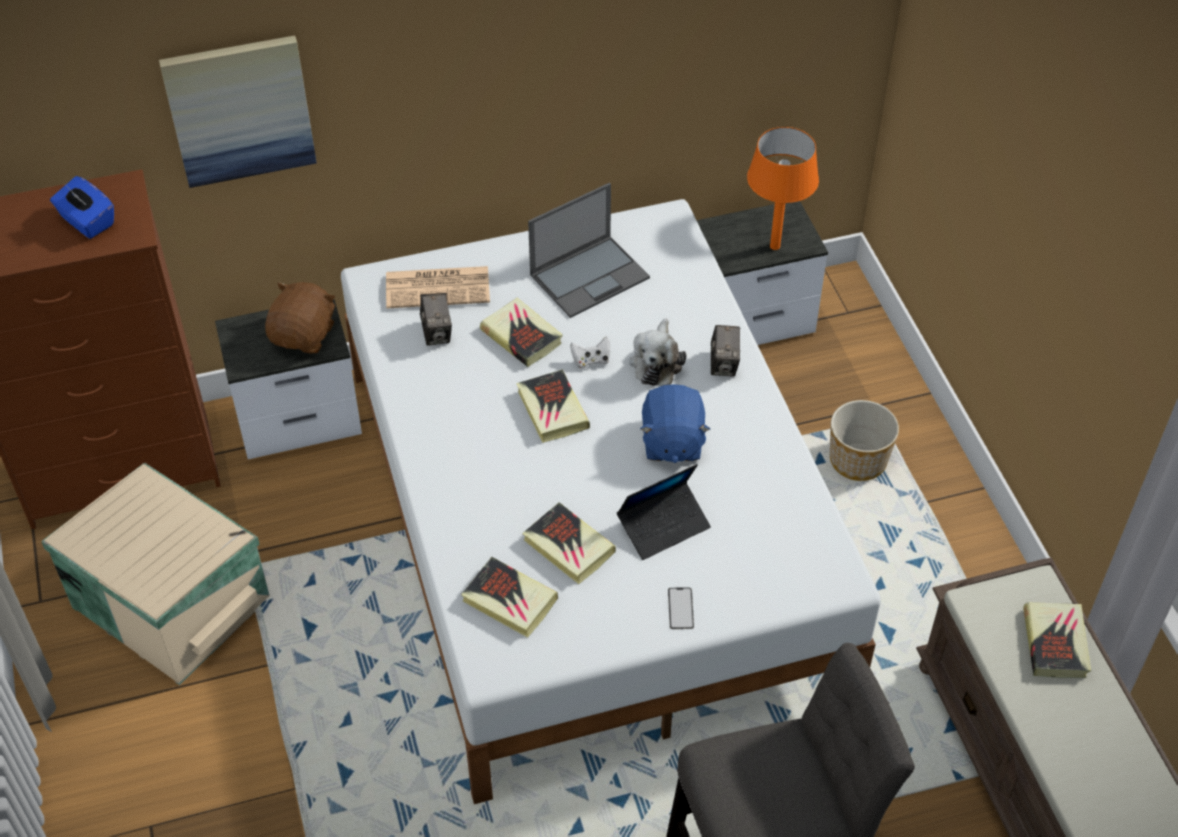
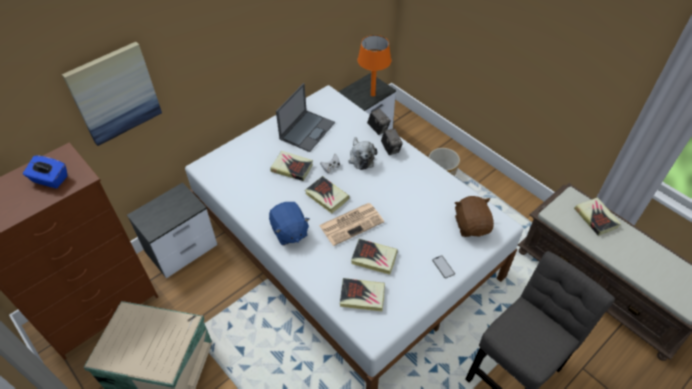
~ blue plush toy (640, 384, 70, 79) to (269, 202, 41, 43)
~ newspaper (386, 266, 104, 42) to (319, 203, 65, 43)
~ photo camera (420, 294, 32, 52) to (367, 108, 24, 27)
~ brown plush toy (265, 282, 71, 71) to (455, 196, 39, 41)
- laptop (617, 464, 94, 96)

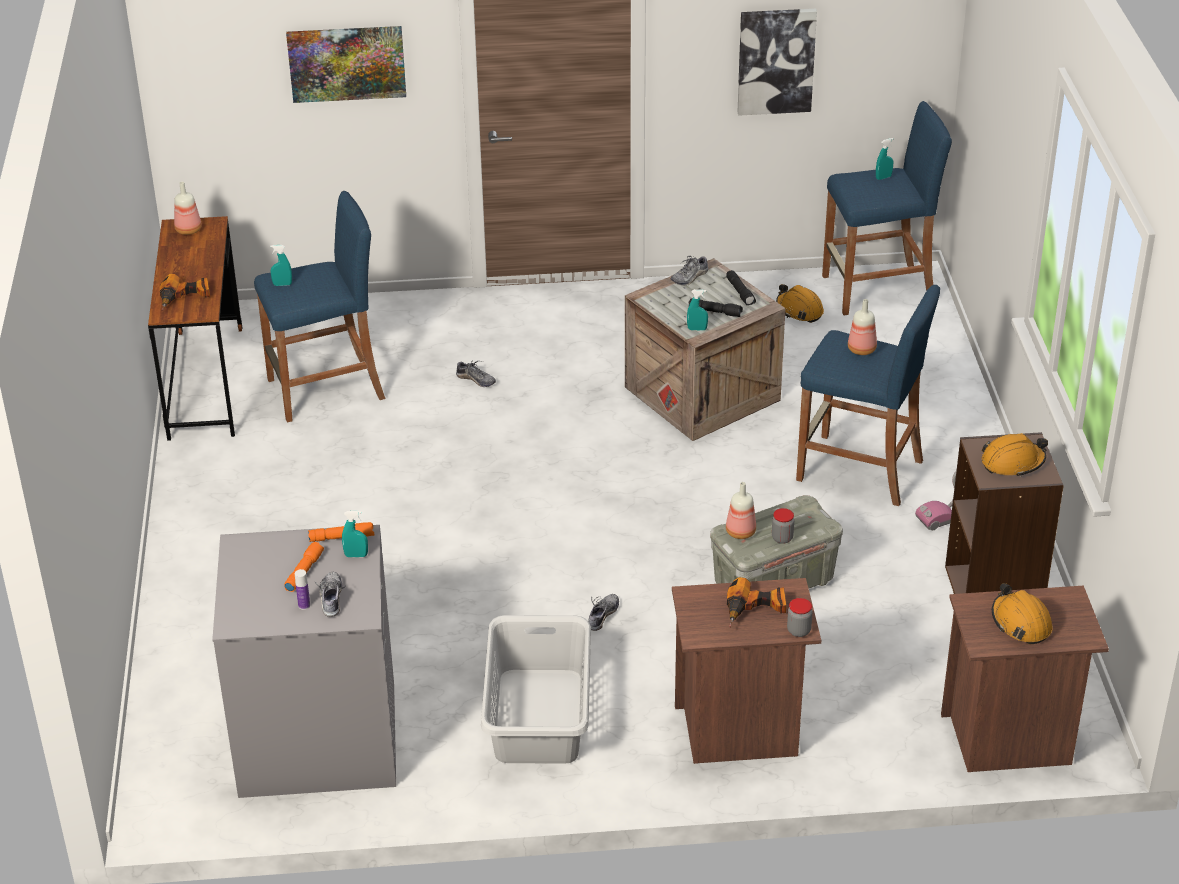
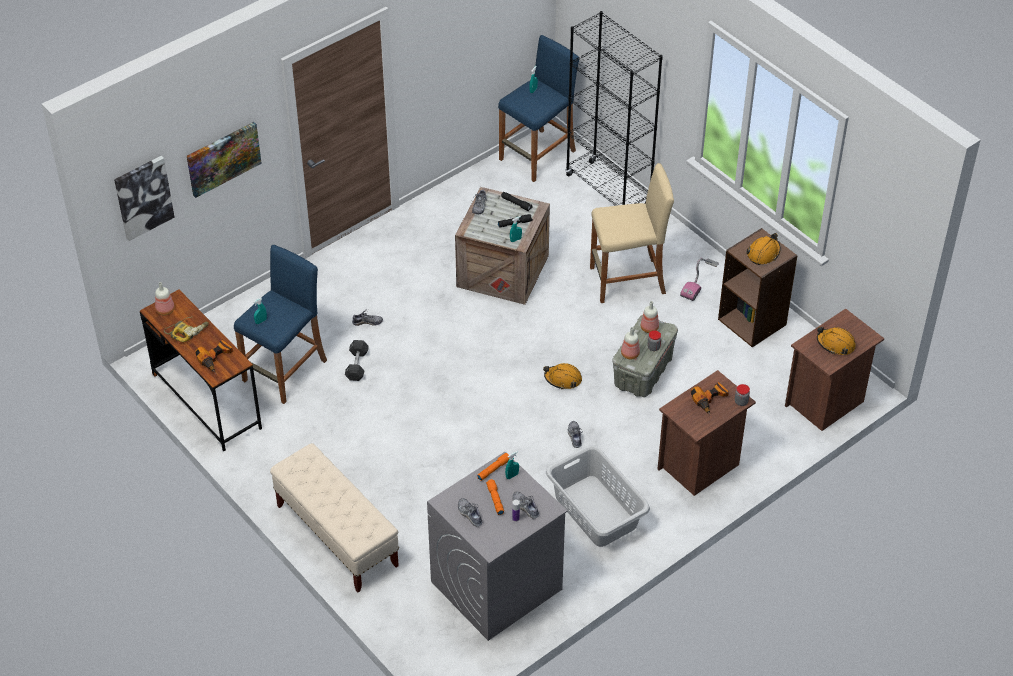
~ picture (738, 9, 79, 107) to (114, 156, 61, 85)
+ power drill (164, 317, 45, 25)
+ beige bench (270, 443, 129, 150)
+ black dumbbell (345, 340, 24, 41)
+ shoe (458, 498, 24, 28)
~ orange hard hat (776, 284, 48, 39) to (543, 363, 39, 27)
+ black bookcase (565, 11, 98, 195)
~ blue stool (796, 285, 144, 221) to beige stool (590, 163, 84, 140)
~ bottle (848, 299, 29, 56) to (641, 301, 18, 32)

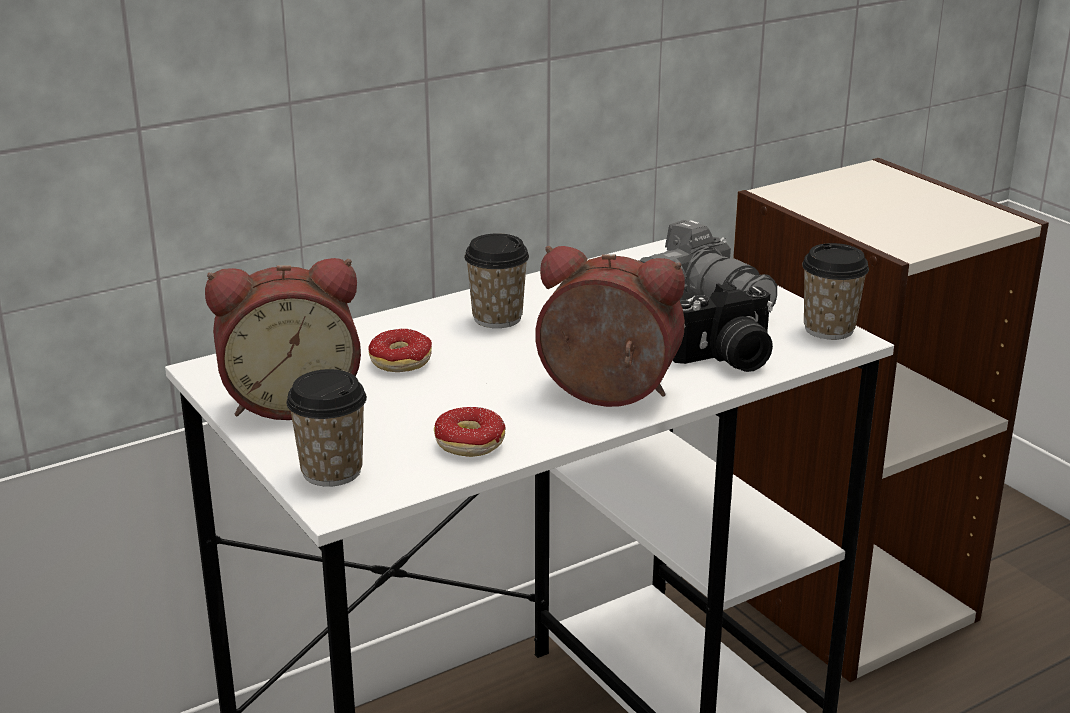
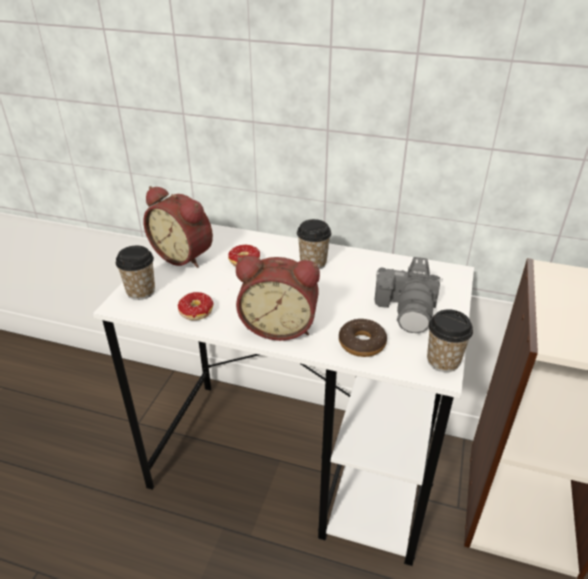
~ alarm clock (535, 246, 150, 161) = (236, 256, 84, 85) 120 degrees clockwise
~ photo camera (673, 282, 100, 90) to donut (339, 319, 48, 38)

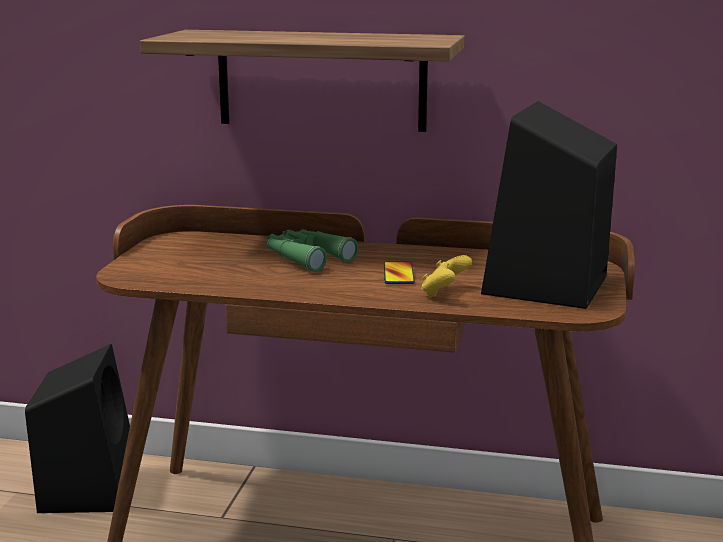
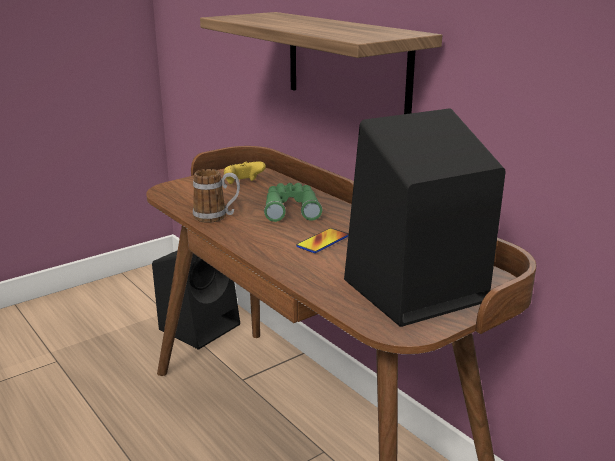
+ mug (193, 169, 47, 54)
~ yellow game controller (421, 255, 51, 43) to (224, 162, 42, 22)

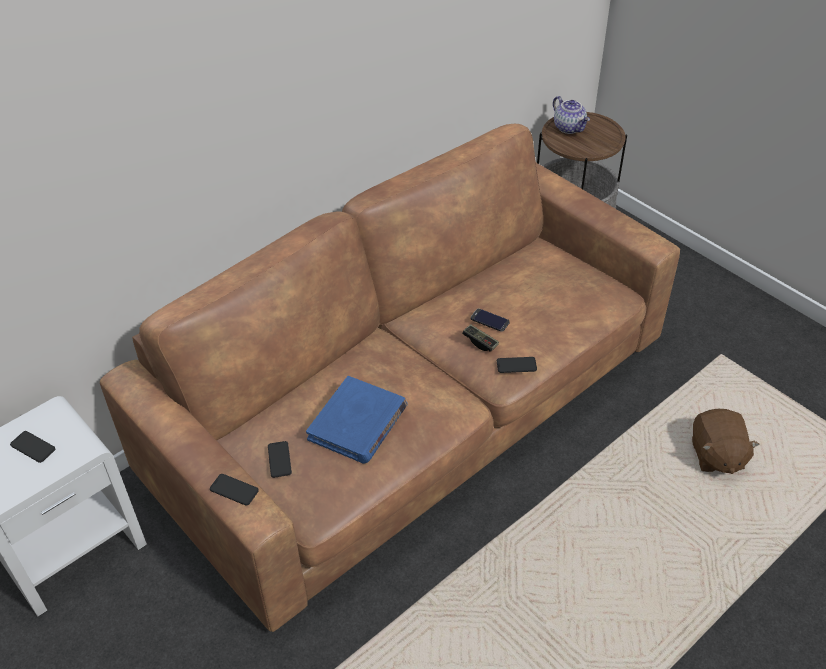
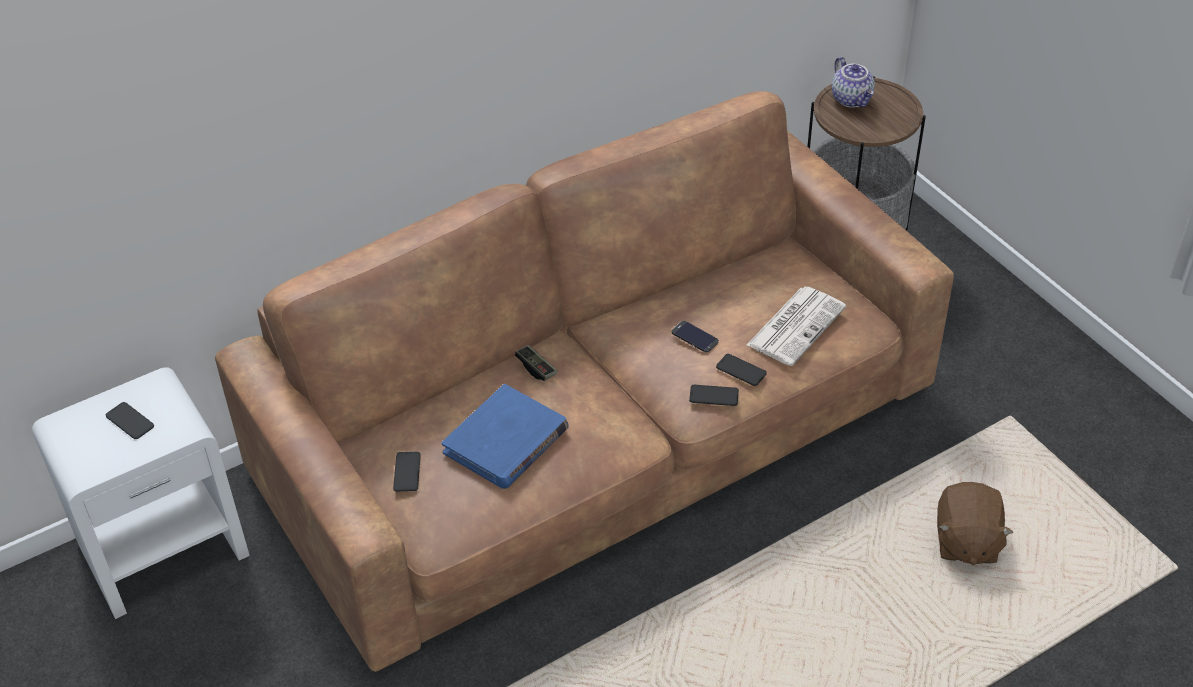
~ game controller (462, 324, 37, 27) to (515, 345, 42, 36)
~ phone (210, 474, 49, 32) to (716, 354, 51, 32)
+ newspaper (747, 287, 99, 79)

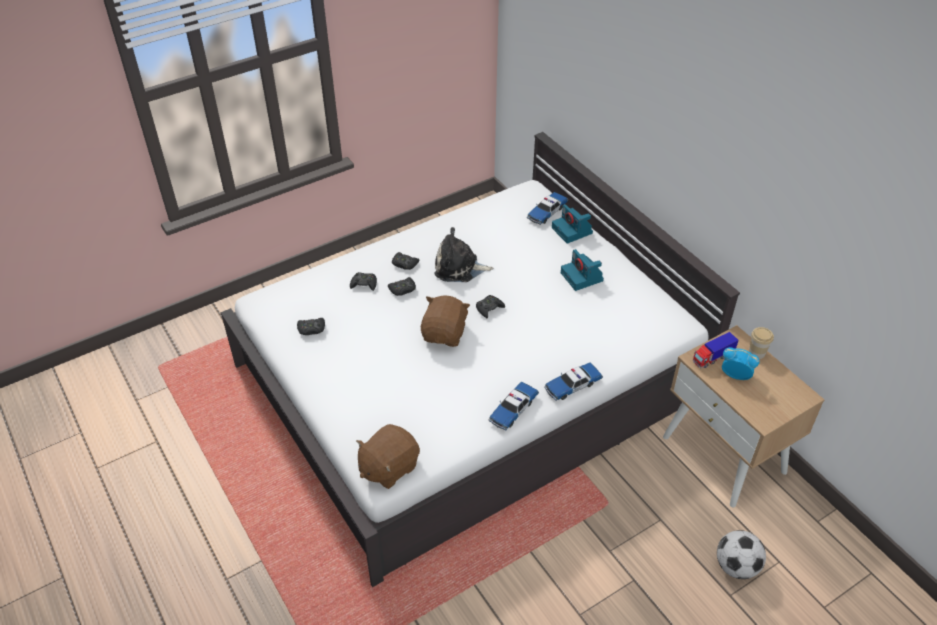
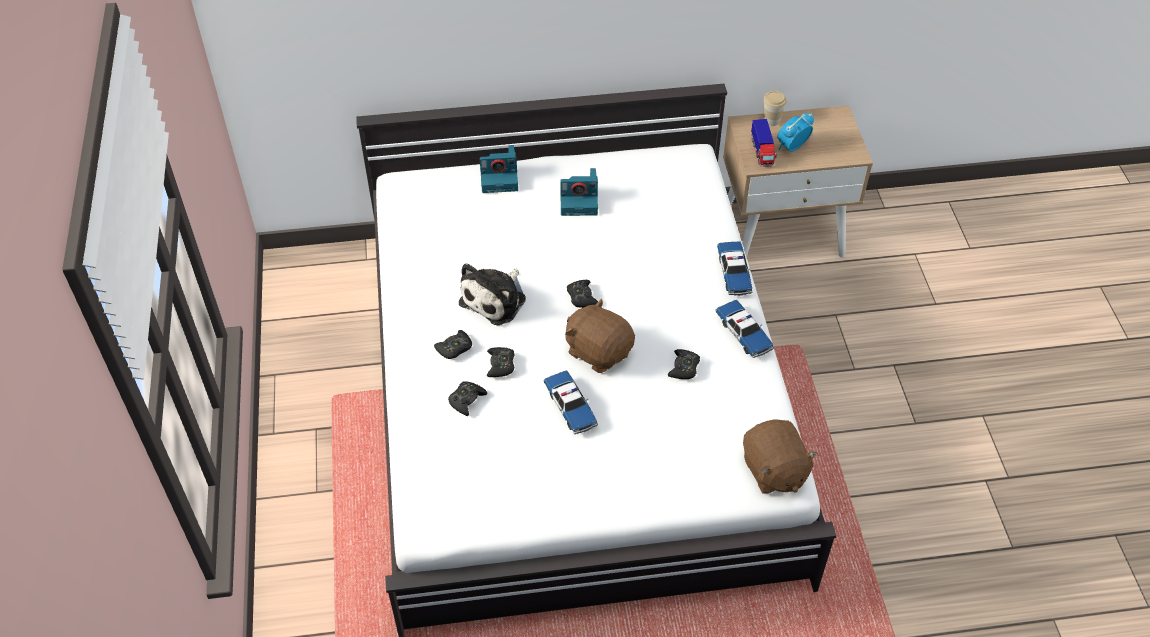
~ toy car (527, 192, 41, 33) to (544, 370, 54, 64)
~ black game controller (297, 318, 28, 17) to (668, 349, 32, 30)
- football (717, 530, 49, 49)

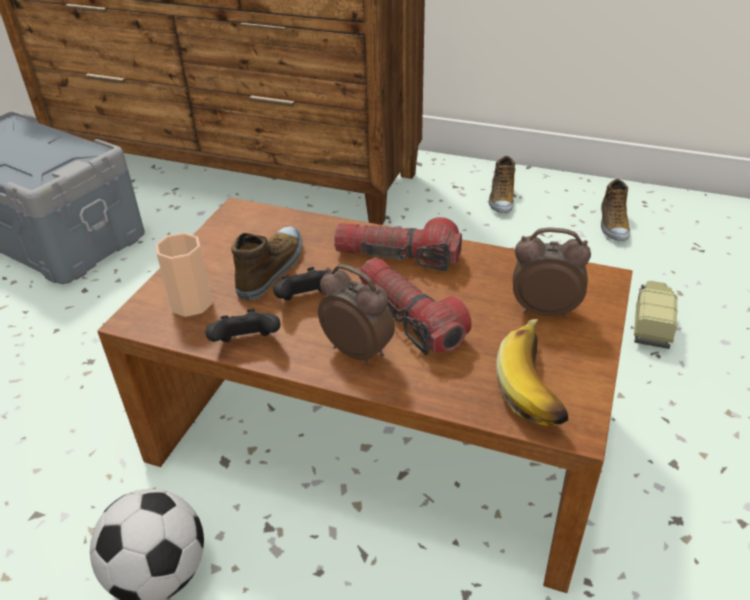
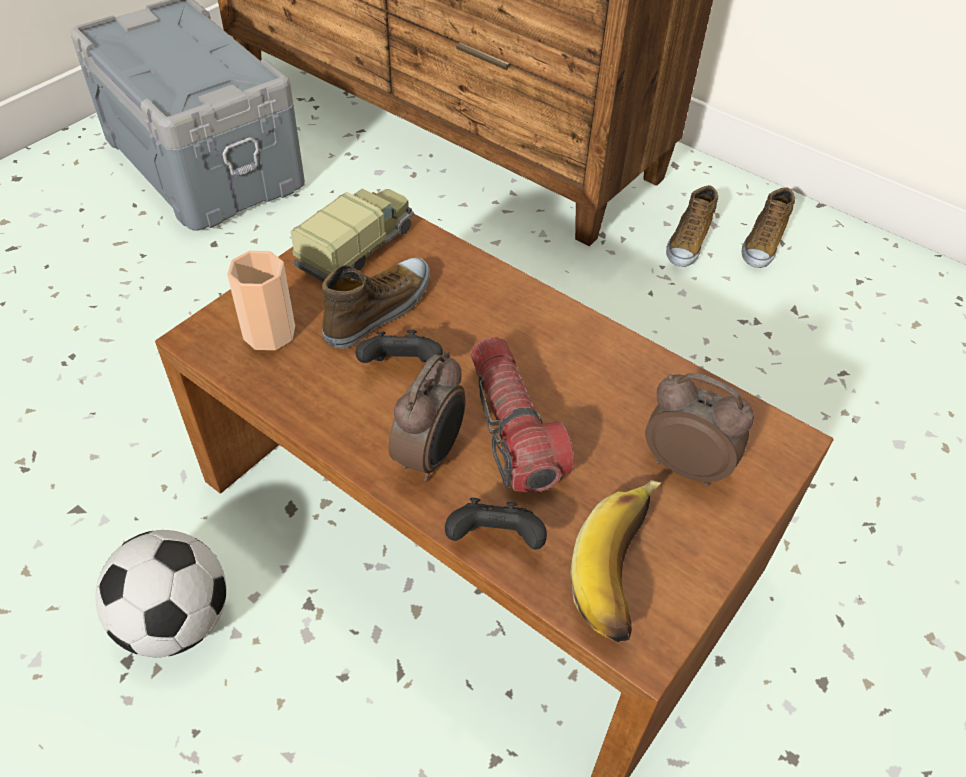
~ toy truck (634, 281, 44, 68) to (290, 188, 124, 94)
~ alarm clock (318, 264, 77, 102) = (389, 351, 77, 131) 60 degrees clockwise
~ black game controller (206, 309, 75, 33) to (445, 498, 102, 51)
~ shoe (601, 179, 29, 62) to (666, 185, 52, 82)
- flashlight (334, 217, 128, 54)

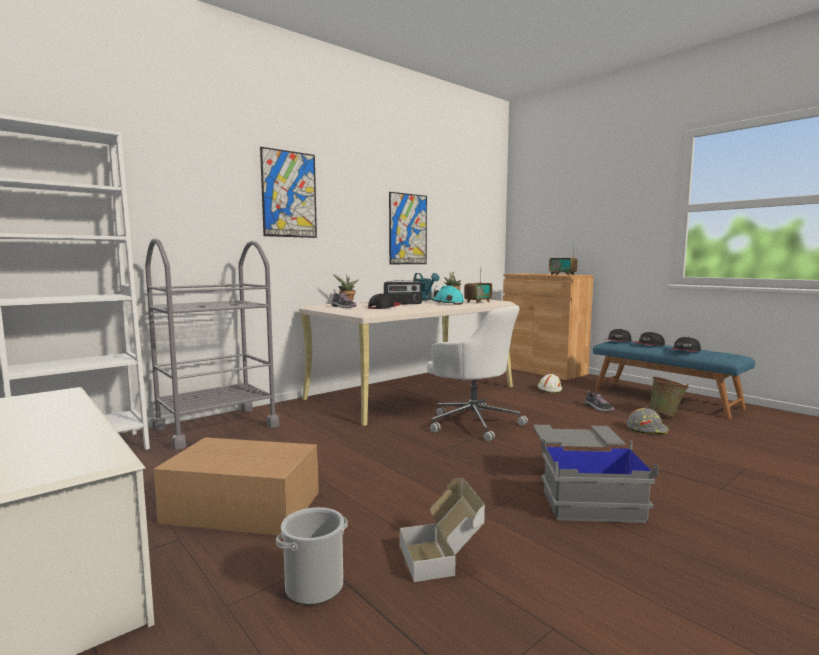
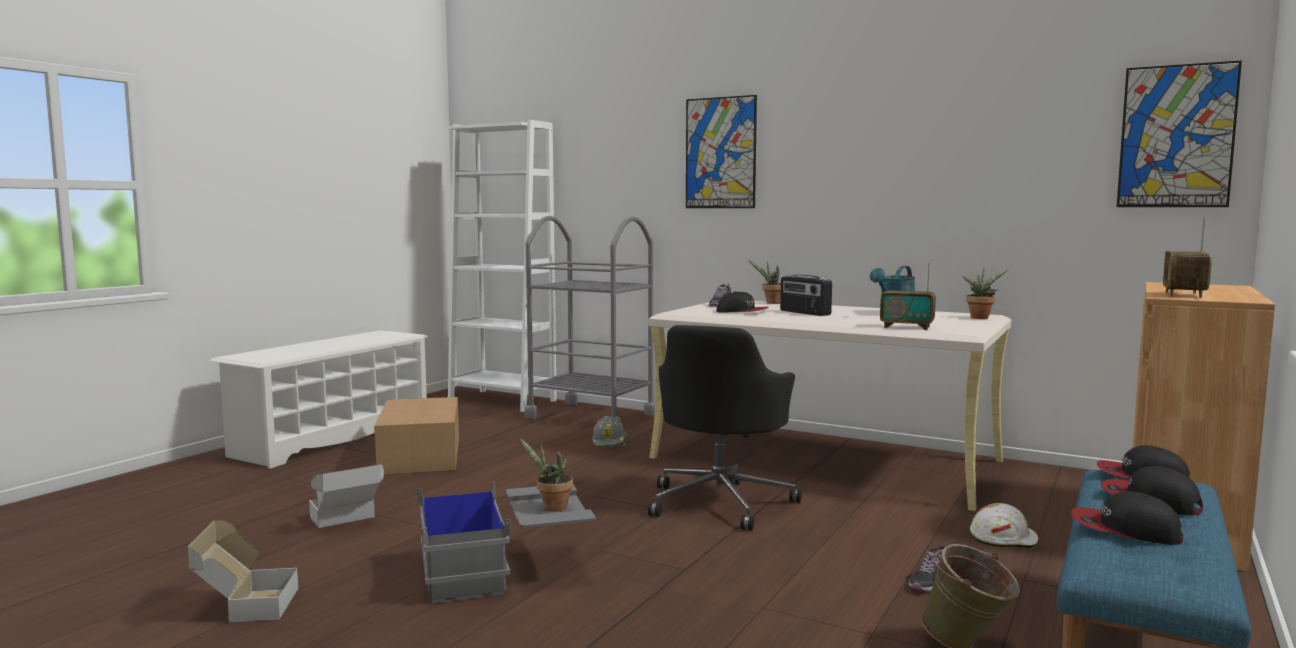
+ cardboard box (188, 520, 111, 103)
+ potted plant (520, 438, 53, 74)
~ grey hard hat (627, 408, 42, 27) to (592, 416, 35, 32)
~ white office chair (427, 305, 101, 137) to black office chair (648, 325, 154, 206)
~ picture (389, 192, 38, 72) to (1117, 60, 125, 147)
- bucket (276, 507, 72, 98)
- turquoise hard hat (432, 286, 32, 19)

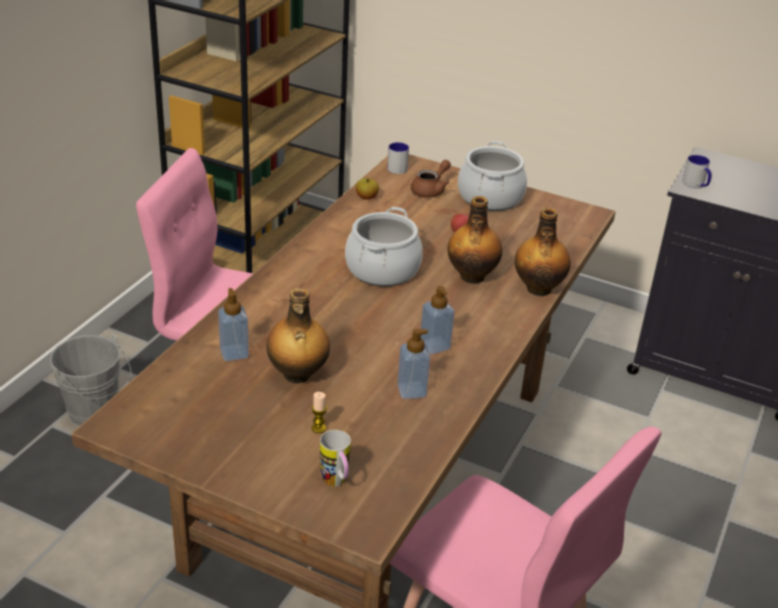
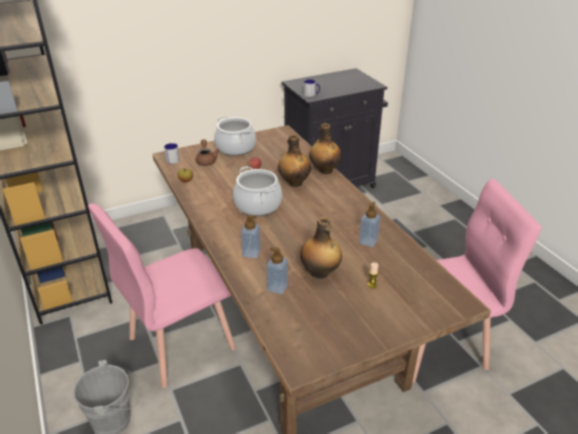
~ soap dispenser (420, 286, 35, 68) to (241, 215, 20, 43)
- mug (320, 430, 31, 57)

